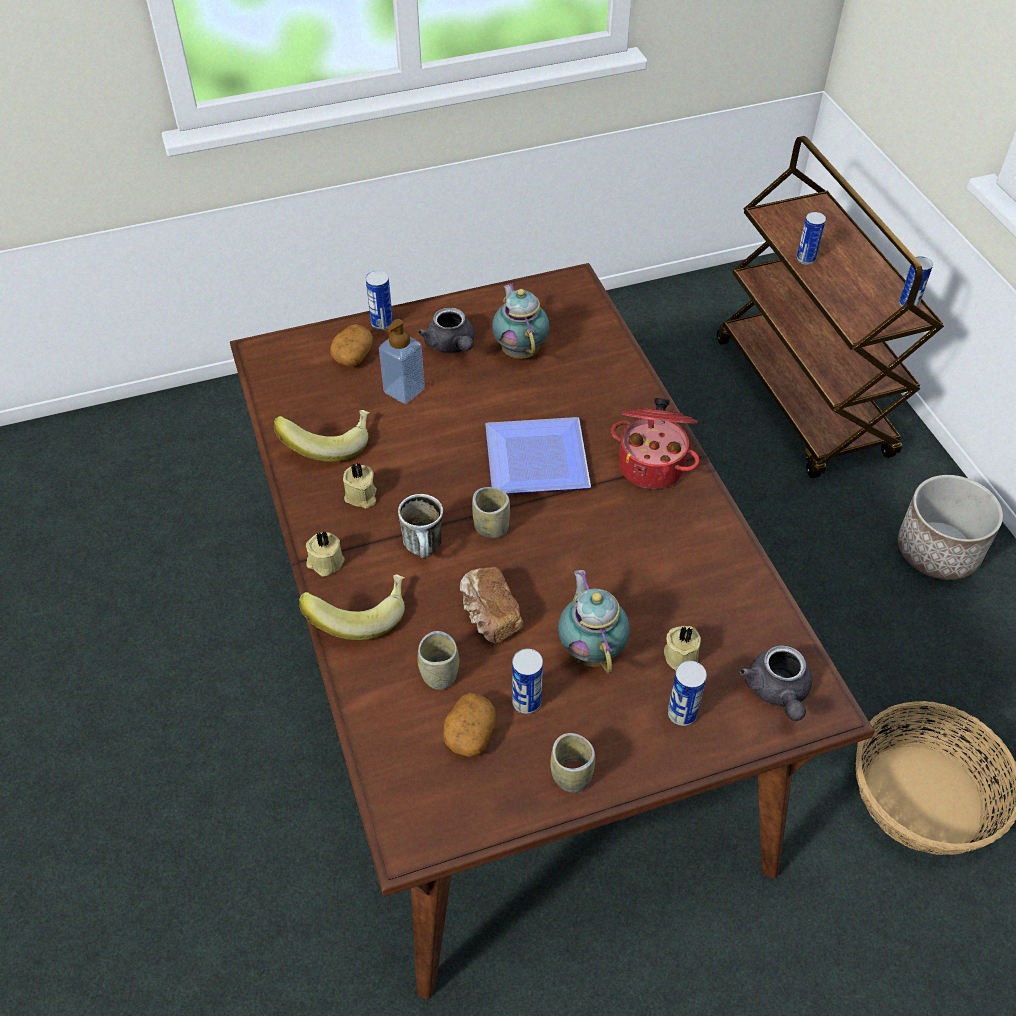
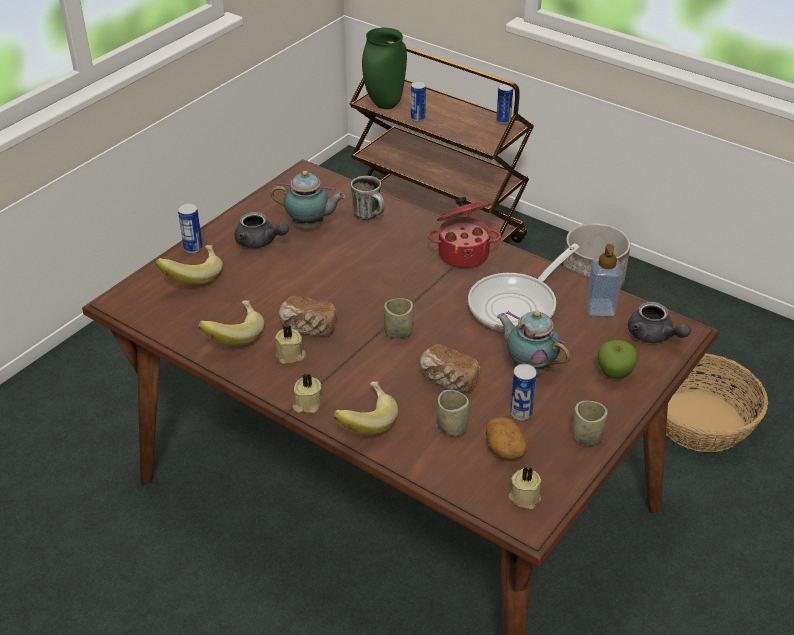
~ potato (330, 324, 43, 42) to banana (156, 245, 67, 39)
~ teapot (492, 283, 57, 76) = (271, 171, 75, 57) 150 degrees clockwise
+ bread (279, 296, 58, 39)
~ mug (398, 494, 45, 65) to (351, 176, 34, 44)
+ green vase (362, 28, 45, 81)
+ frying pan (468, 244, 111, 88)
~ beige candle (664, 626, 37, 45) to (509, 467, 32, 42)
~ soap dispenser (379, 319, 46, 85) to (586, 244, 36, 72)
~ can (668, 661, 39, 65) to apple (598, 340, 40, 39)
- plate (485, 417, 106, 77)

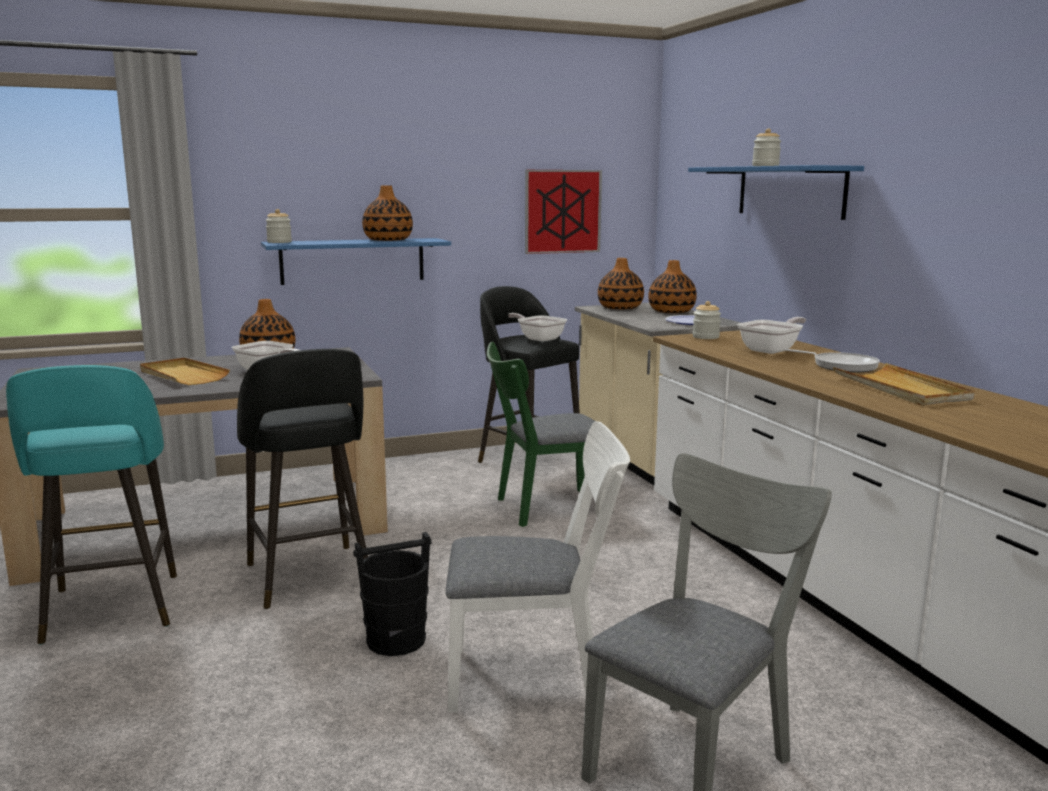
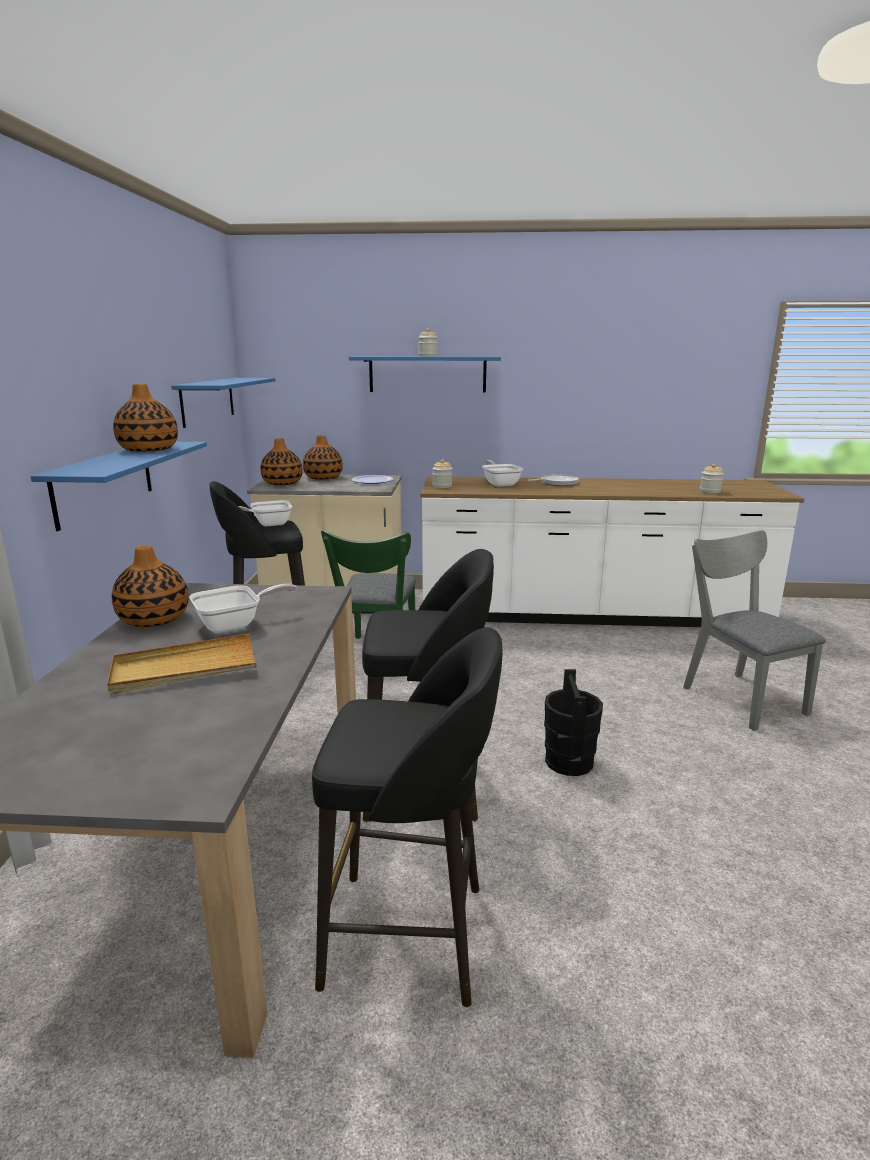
~ picture (525, 170, 77, 84) to blue shelf (171, 378, 104, 50)
~ turquoise stool (6, 365, 171, 280) to black stool (312, 627, 190, 380)
~ jar (266, 209, 26, 34) to (700, 464, 24, 29)
- white chair (446, 421, 184, 292)
- beige tray (833, 363, 142, 43)

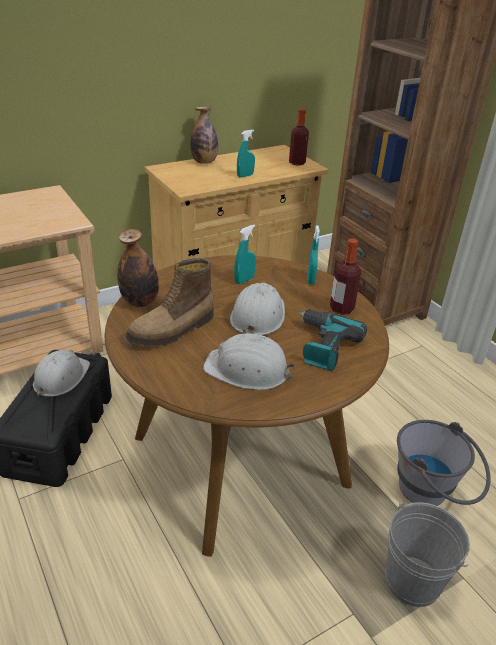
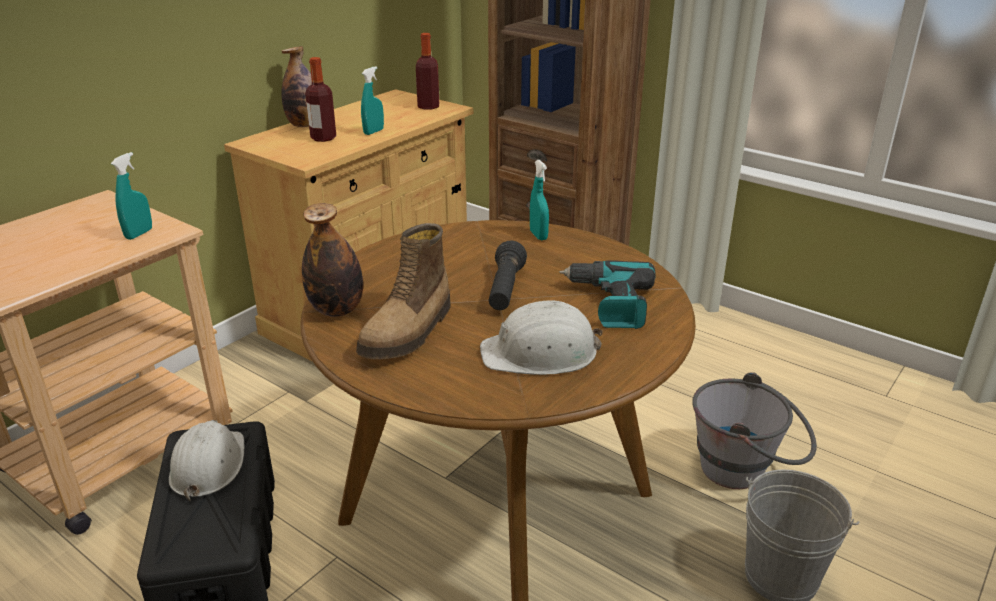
~ turquoise spray bottle (234, 225, 22, 59) to (111, 152, 41, 88)
~ bottle (330, 238, 31, 77) to (305, 57, 31, 85)
~ white hard hat (230, 283, 55, 52) to black flashlight (489, 240, 38, 70)

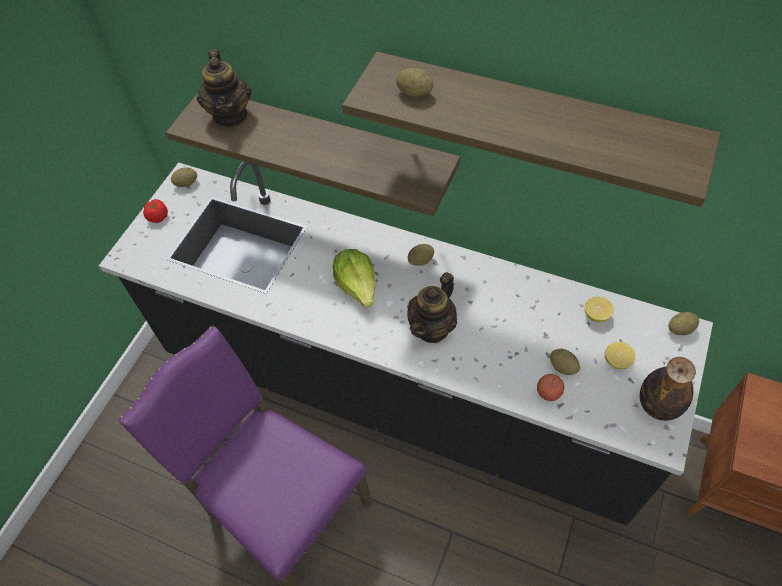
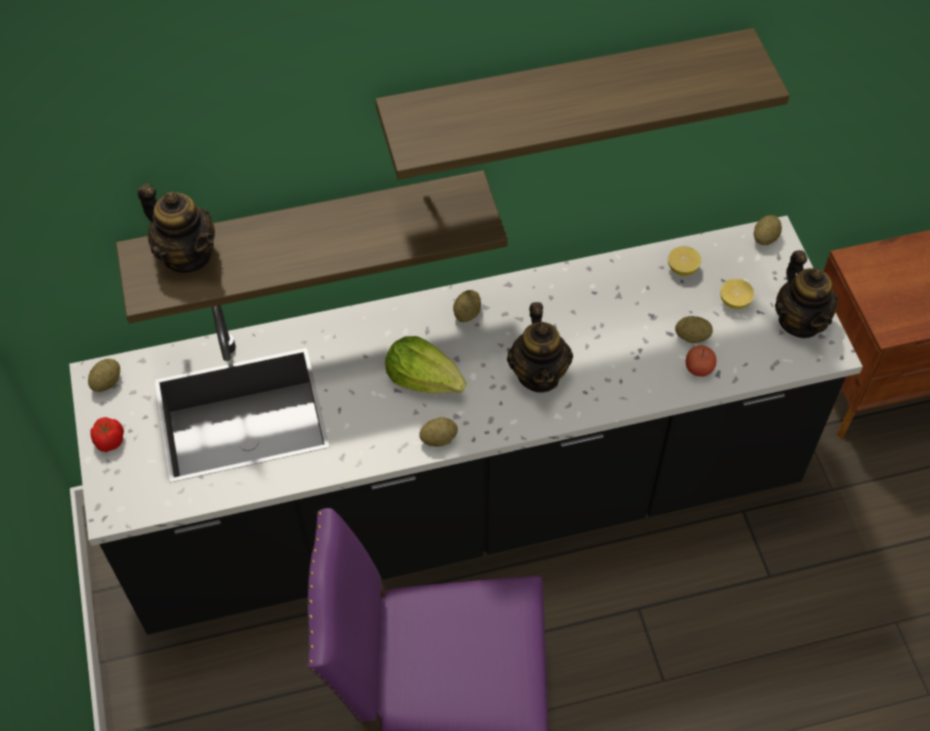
~ potato (396, 68, 37, 29) to (420, 418, 38, 29)
~ bottle (640, 357, 56, 64) to teapot (775, 250, 63, 88)

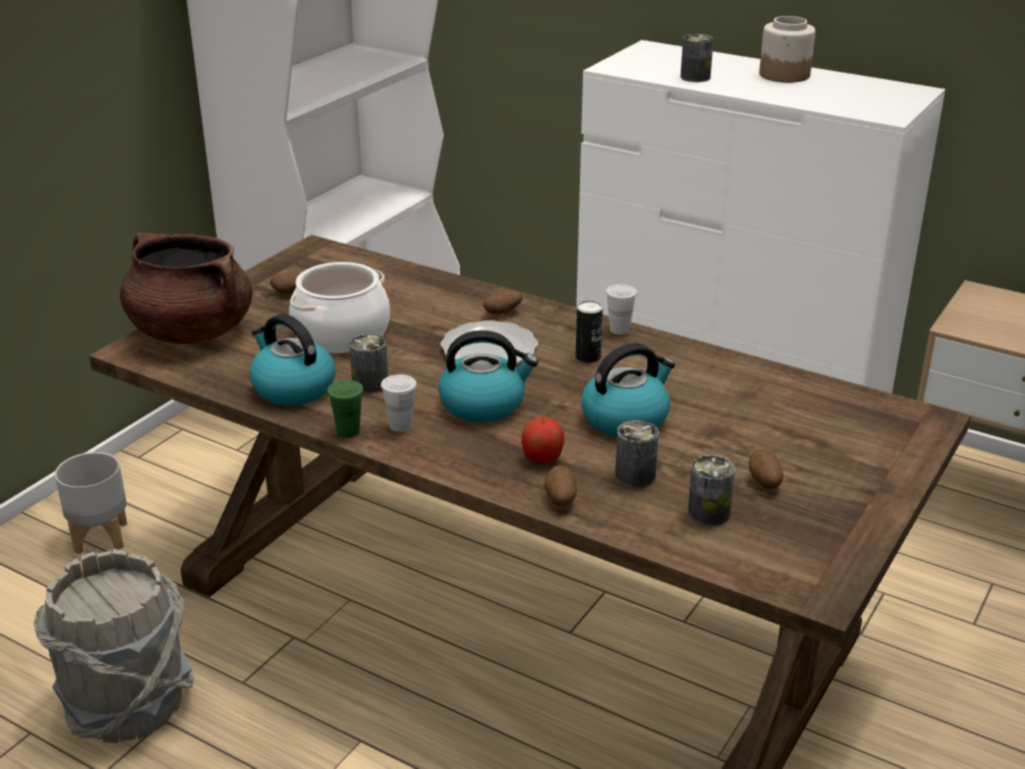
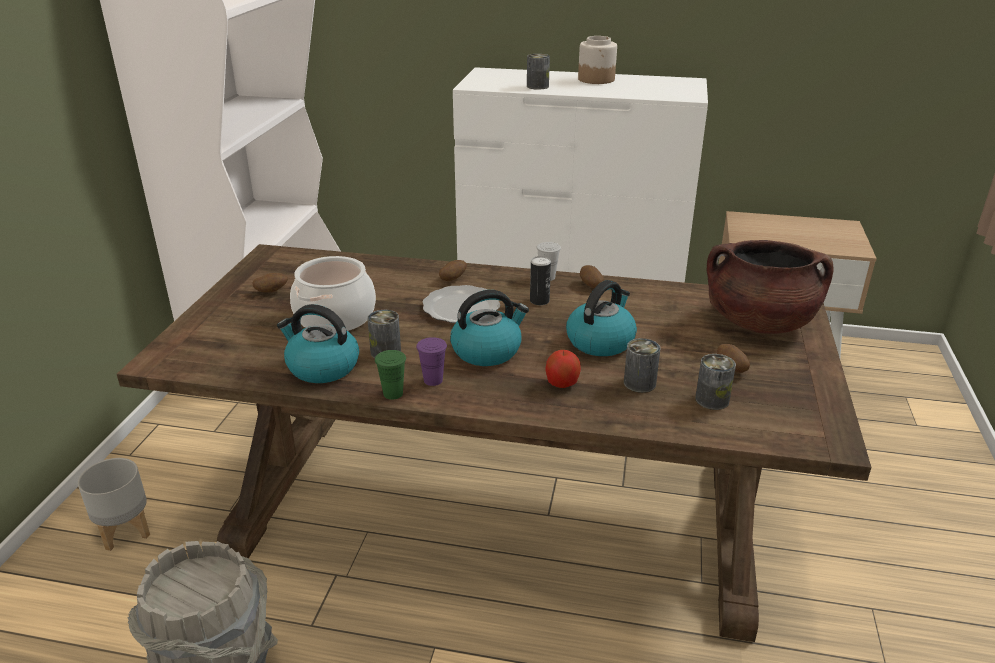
~ white cup (381, 375, 36, 57) to purple cup (416, 337, 31, 49)
~ potato (544, 465, 33, 42) to (580, 265, 24, 23)
~ brown cooking pot (120, 233, 132, 111) to (706, 240, 128, 94)

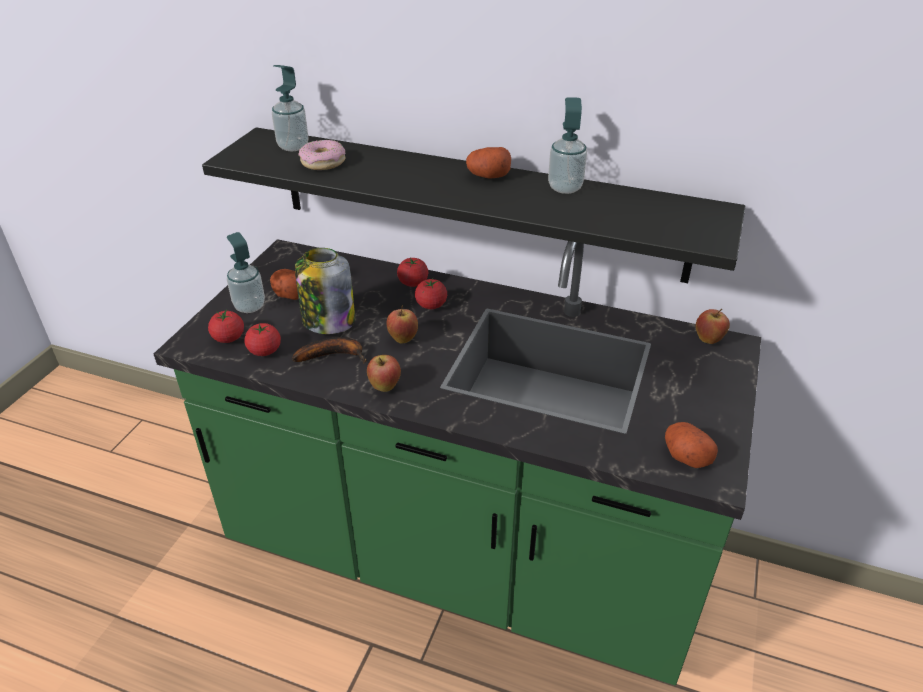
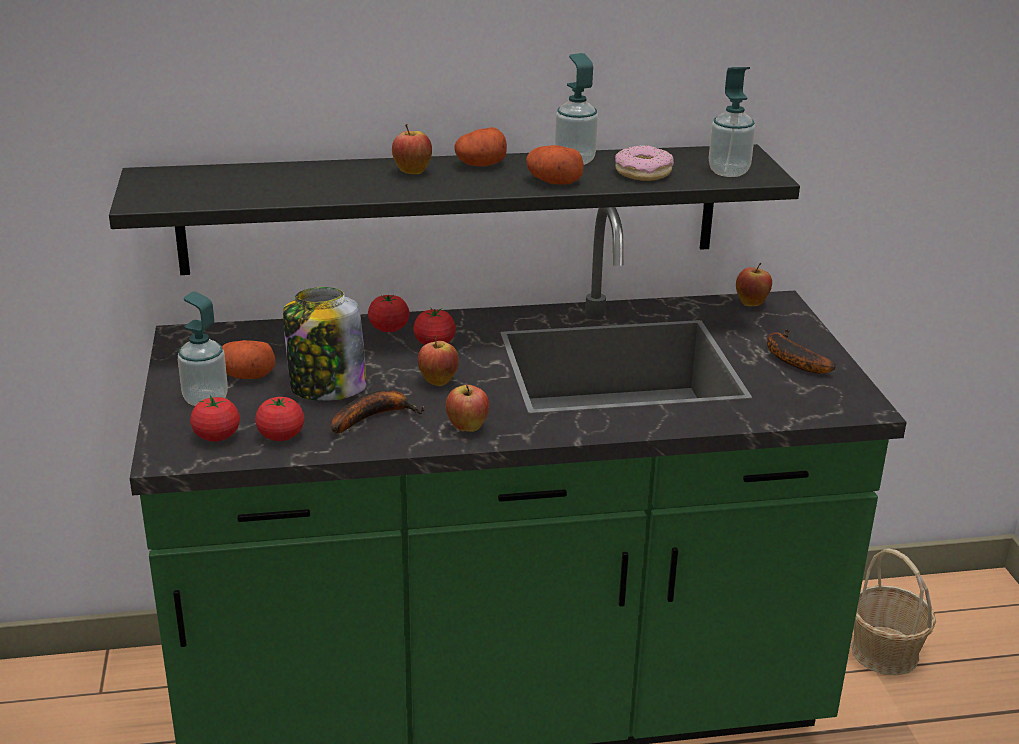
+ apple (392, 124, 40, 50)
~ potato (665, 422, 53, 46) to (526, 145, 58, 40)
~ donut (298, 140, 48, 30) to (615, 145, 59, 36)
~ soap dispenser (272, 65, 36, 86) to (709, 67, 46, 110)
+ banana (767, 329, 69, 45)
+ basket (851, 548, 85, 127)

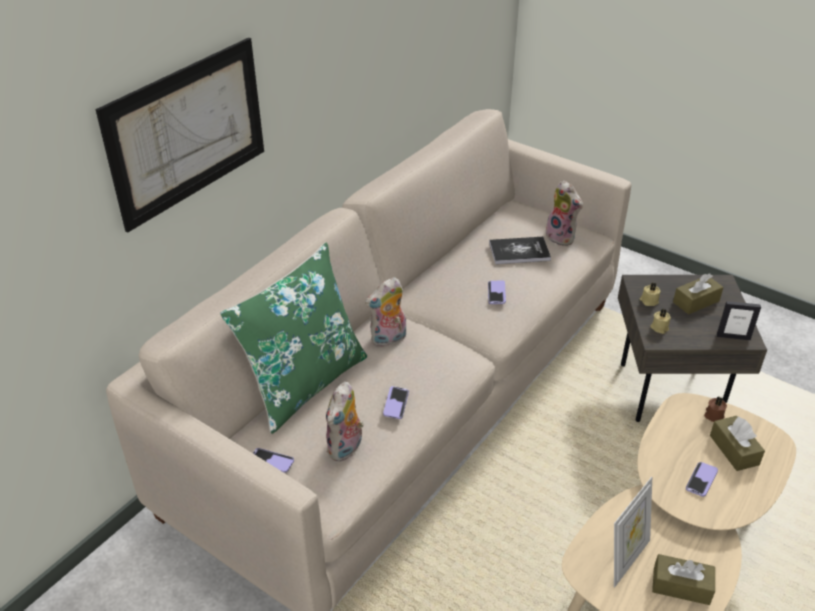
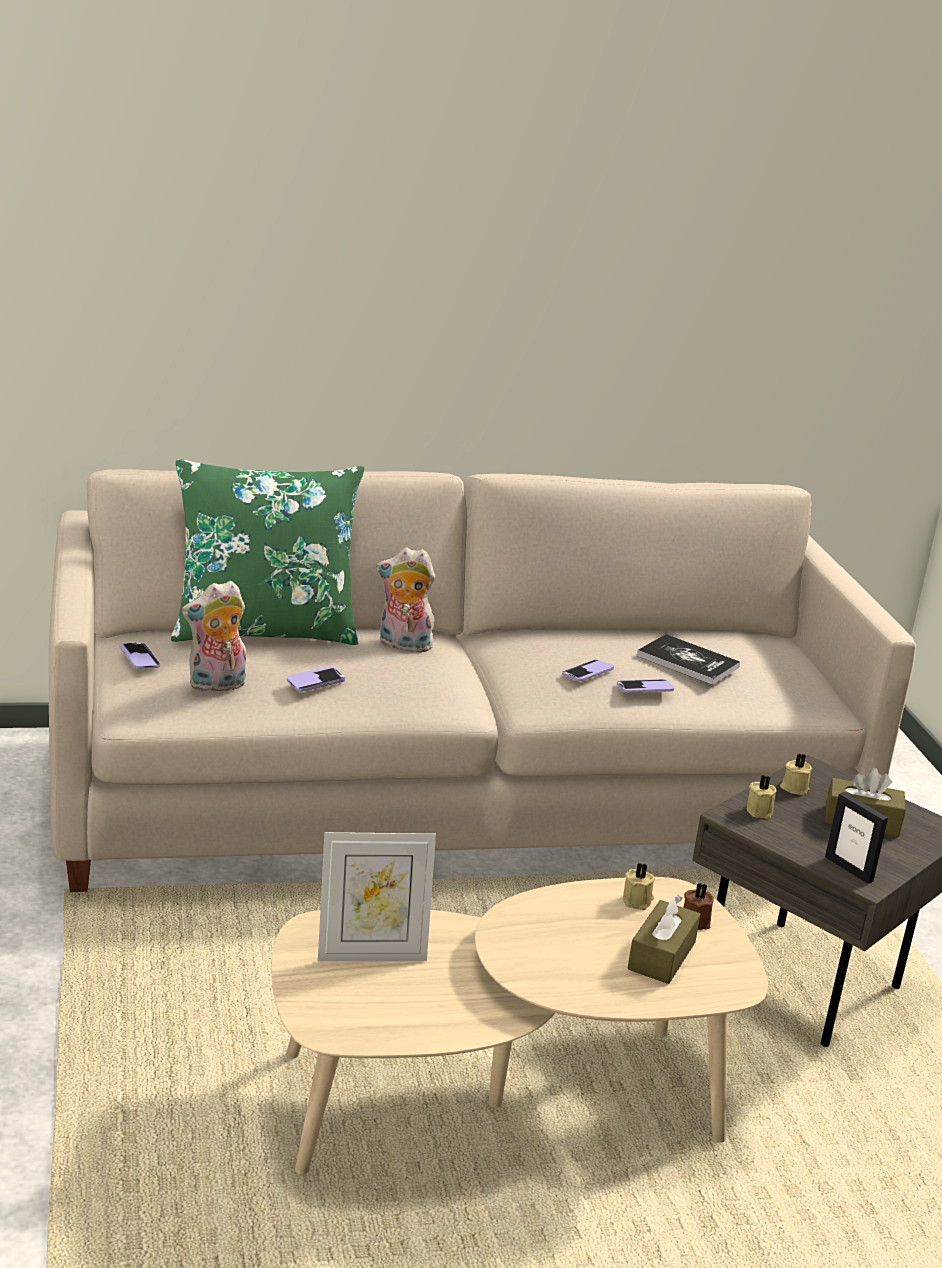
~ phone (686, 462, 32, 35) to (617, 679, 57, 14)
+ beige candle (623, 863, 32, 47)
- picture (95, 37, 169, 195)
- plush toy (546, 180, 37, 66)
- brown tissue box (652, 554, 63, 51)

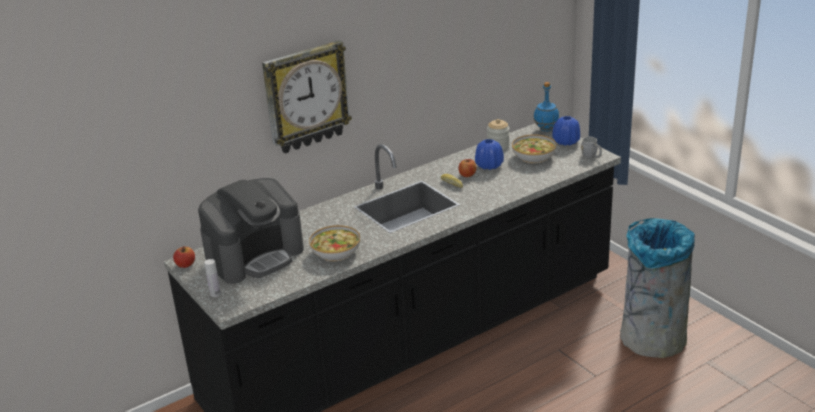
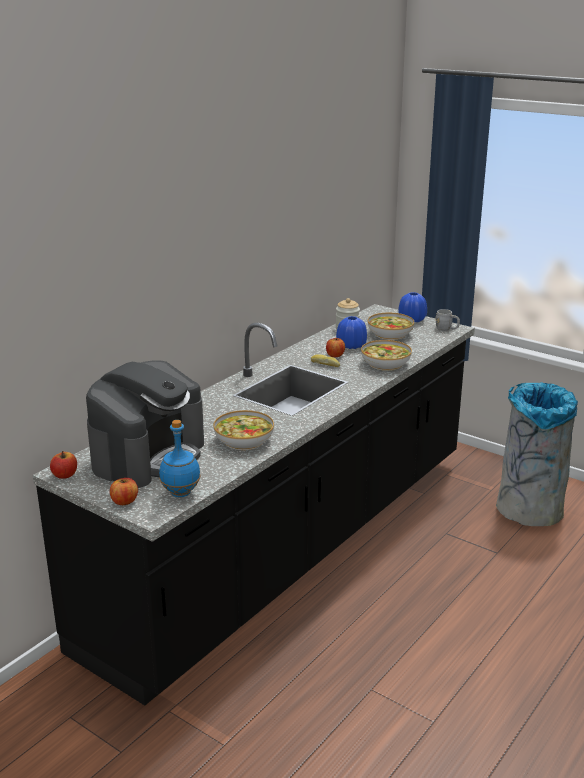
~ white bottle (204, 259, 17, 38) to apple (110, 478, 28, 27)
~ blue bottle (534, 82, 25, 50) to (159, 420, 42, 77)
+ bowl (361, 340, 51, 31)
- wall clock (262, 40, 90, 114)

